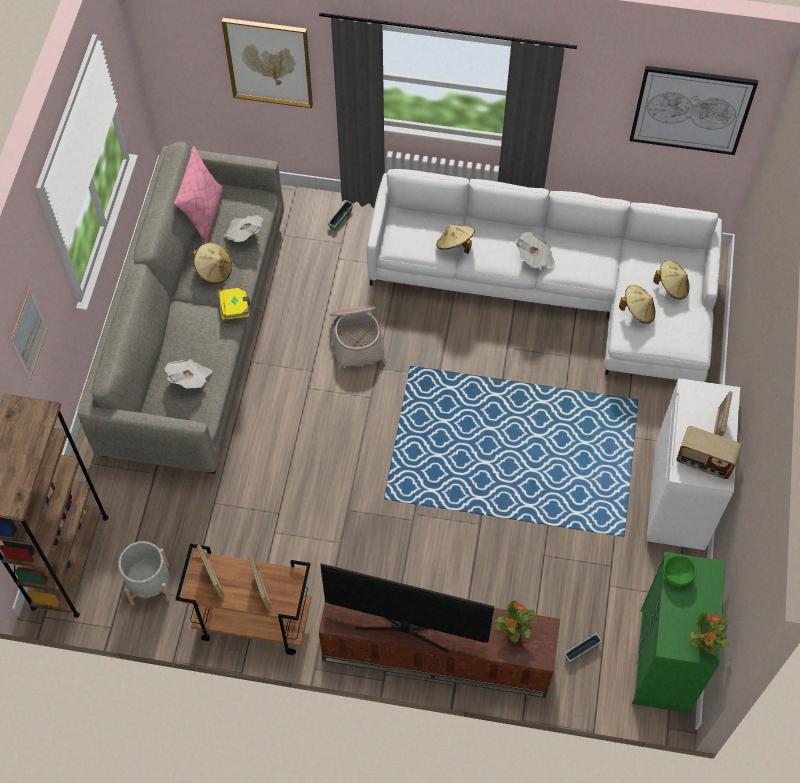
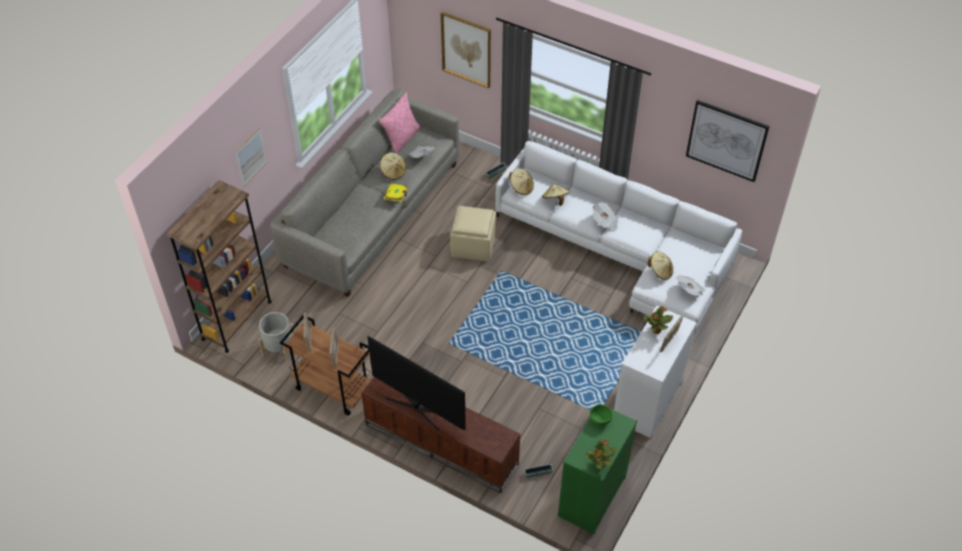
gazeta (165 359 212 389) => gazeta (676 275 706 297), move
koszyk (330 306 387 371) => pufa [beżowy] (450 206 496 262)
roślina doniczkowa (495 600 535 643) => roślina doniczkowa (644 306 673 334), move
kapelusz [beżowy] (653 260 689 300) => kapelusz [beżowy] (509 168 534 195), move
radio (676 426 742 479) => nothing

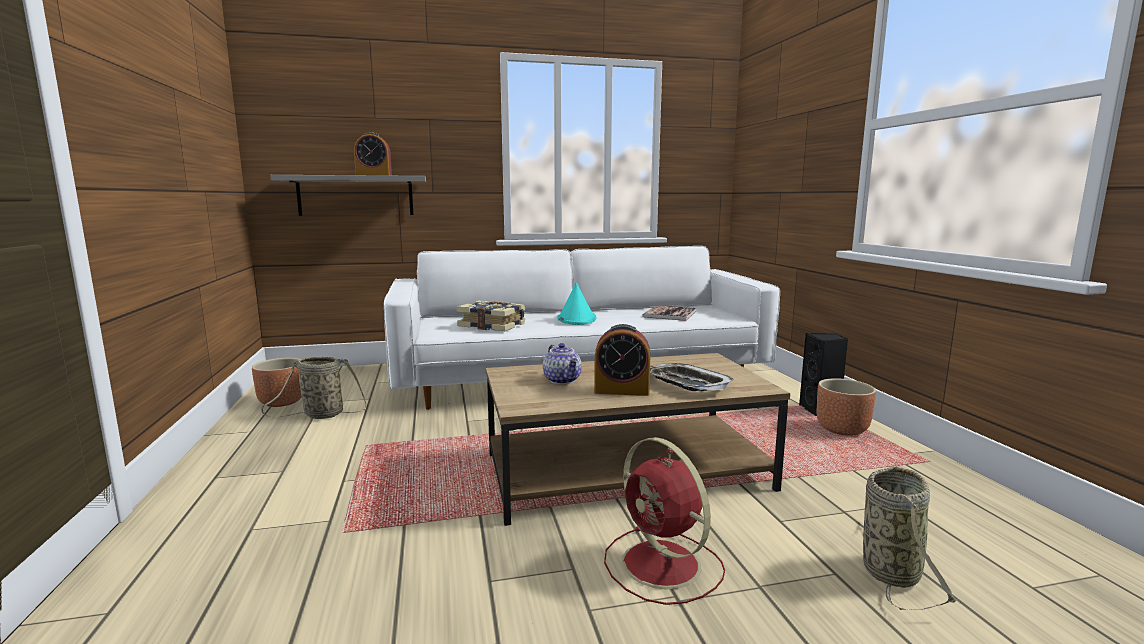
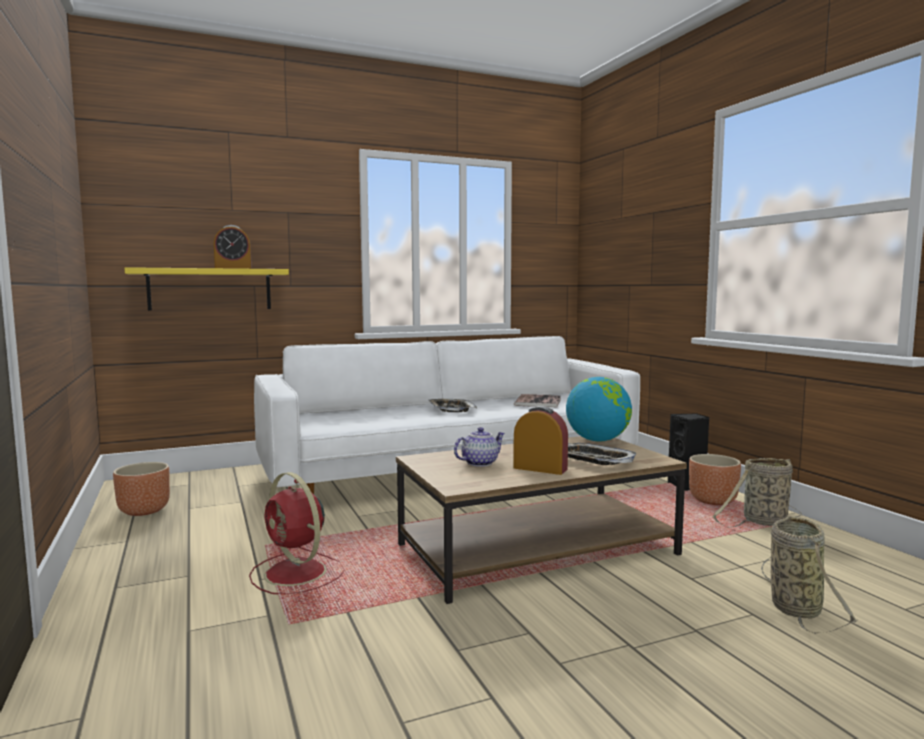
koszyk (261 357 366 419) => koszyk (712 458 802 527), move
półka [szary] (270 175 426 216) => półka [żółty] (124 267 289 311)
książka (457 301 526 331) => nothing
imbryk (543 343 582 384) => imbryk (454 427 505 467), 90 degrees counterclockwise
kapelusz [turkusowy] (557 283 597 325) => taca (428 399 477 412)
budzik (594 324 650 396) => budzik (513 406 568 475), 150 degrees counterclockwise
wentylator [czerwony] (604 437 725 605) => wentylator [czerwony] (249 472 344 594), move
nothing => globus (566 377 632 441)

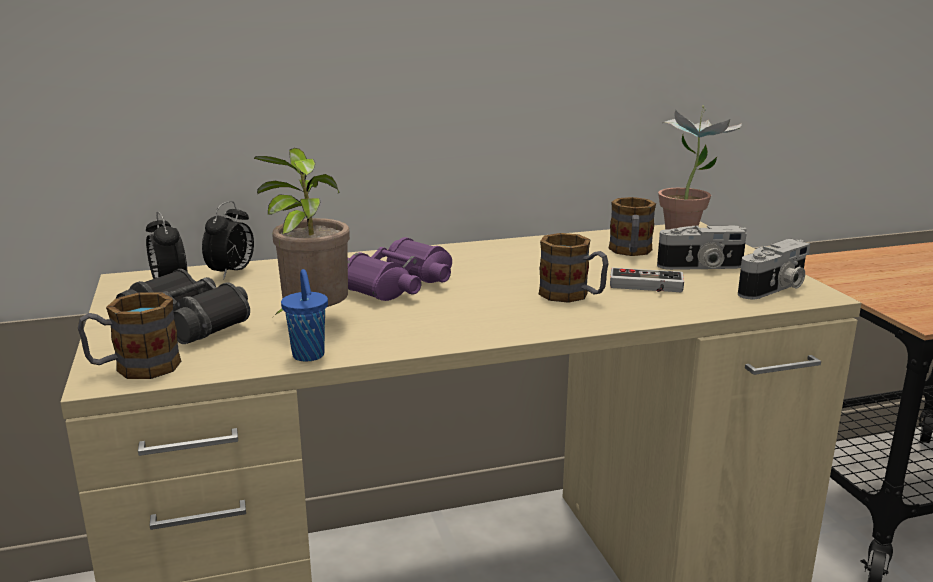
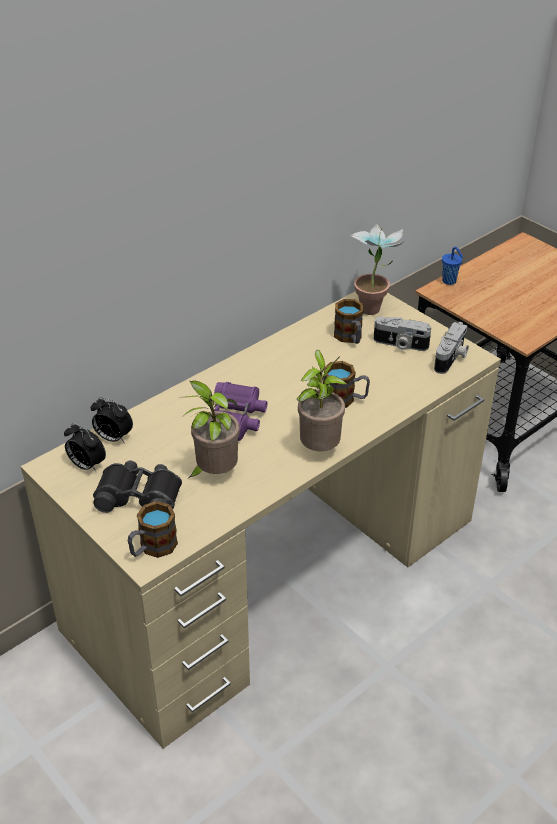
budzik (202 201 254 279) => budzik (91 397 133 443), 120 degrees clockwise
filiżanka [niebieski] (281 269 328 362) => filiżanka [niebieski] (442 247 463 285), move
pad do gier (610 268 684 292) => nothing
aparat fotograficzny (657 225 747 270) => aparat fotograficzny (374 317 431 351), 45 degrees clockwise
nothing => roślina doniczkowa (297 350 346 451)

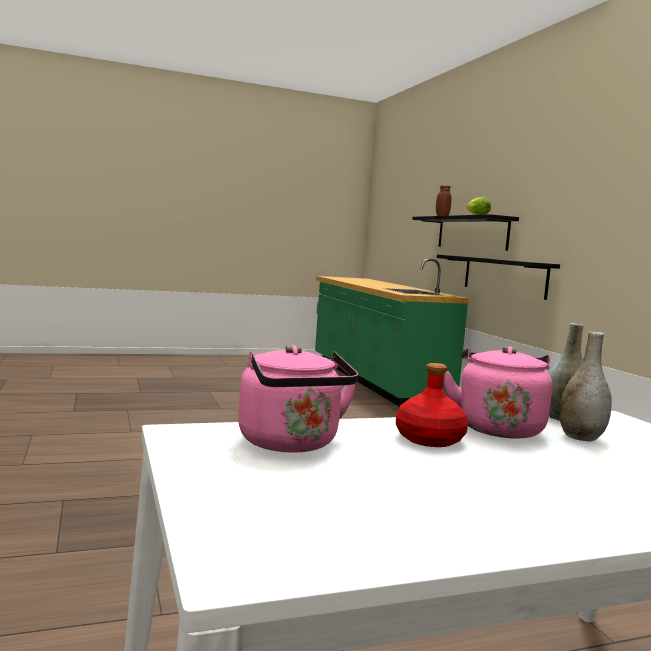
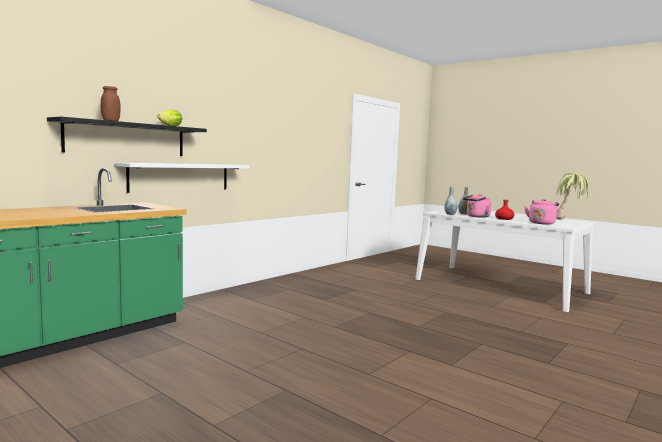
półka [czarny] (437 255 560 300) => półka [biały] (115 163 250 193)
nothing => roślina doniczkowa (554 173 589 220)

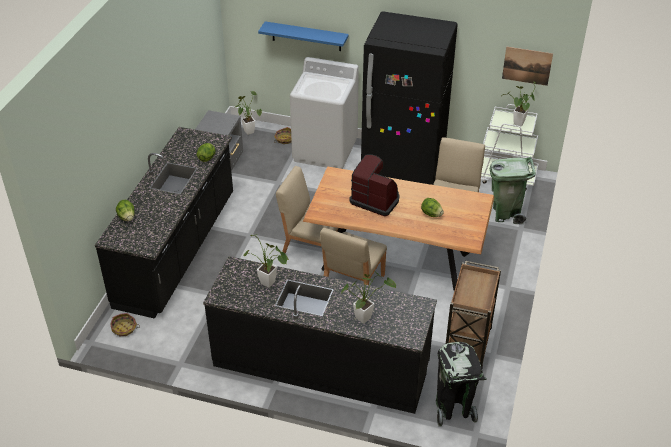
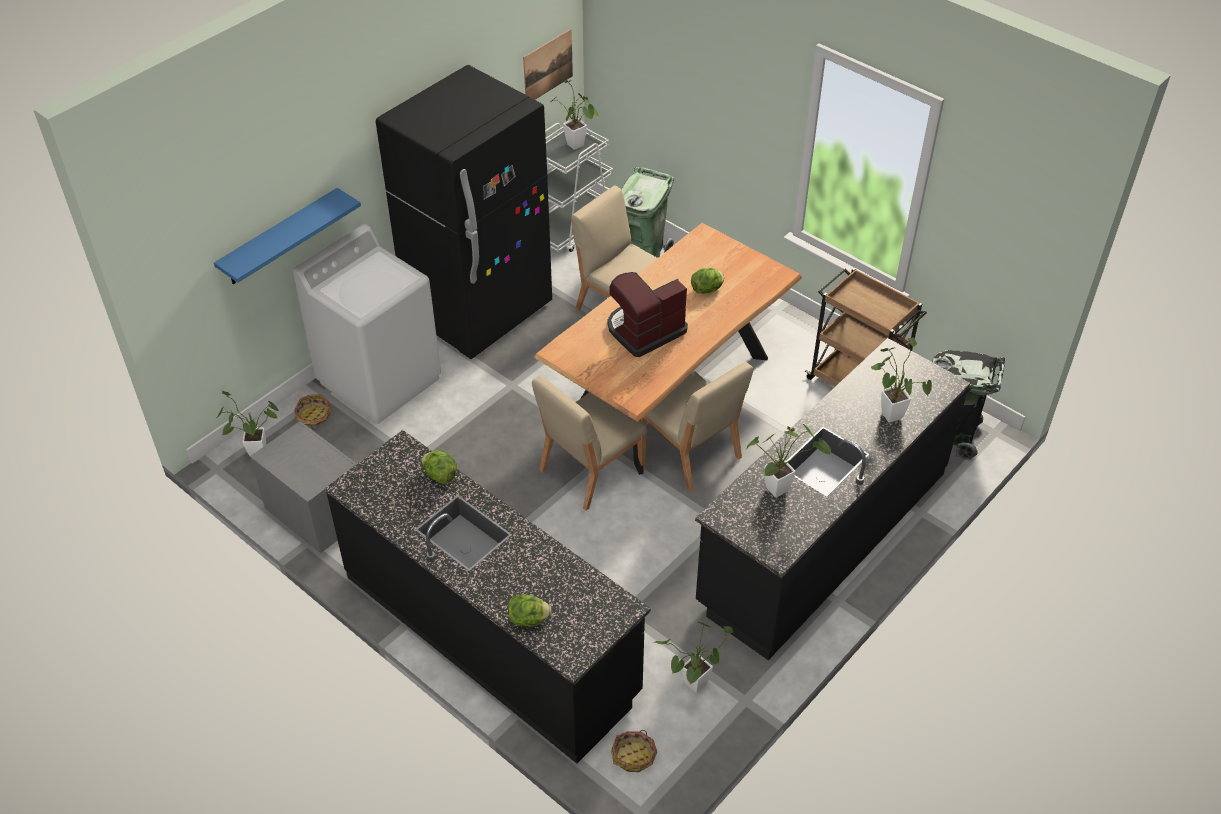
nothing => roślina doniczkowa (653 622 733 693)

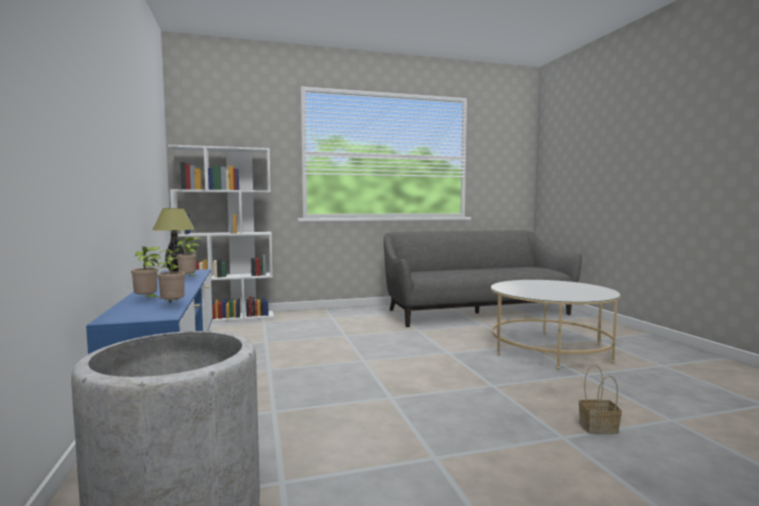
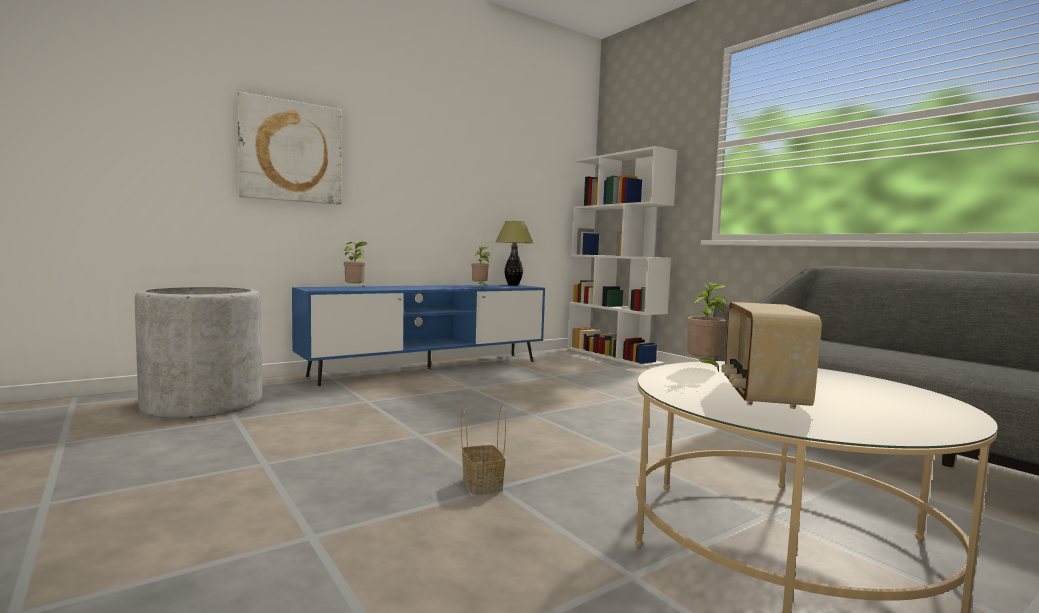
roślina doniczkowa (131 246 161 300) => roślina doniczkowa (687 283 727 372), move
koszyk (579 365 622 434) => koszyk (461 404 506 495), move
nothing => obraz (237 92 342 205)
nothing => radio (721 302 822 409)

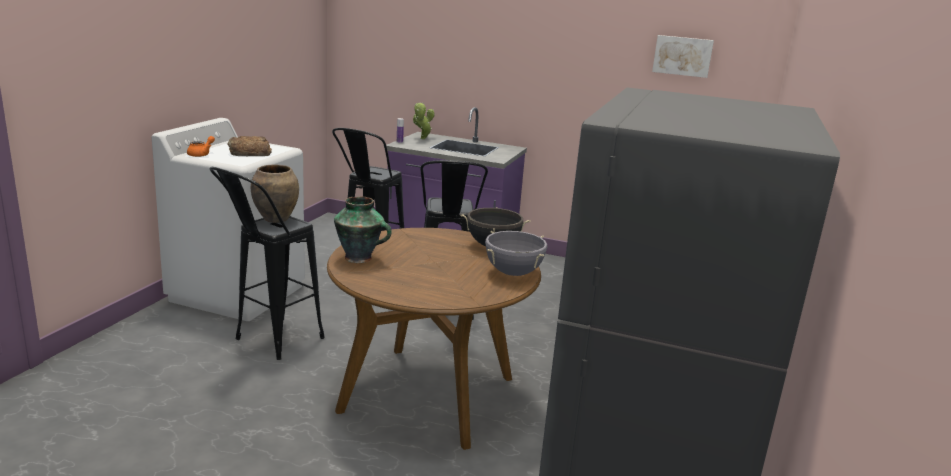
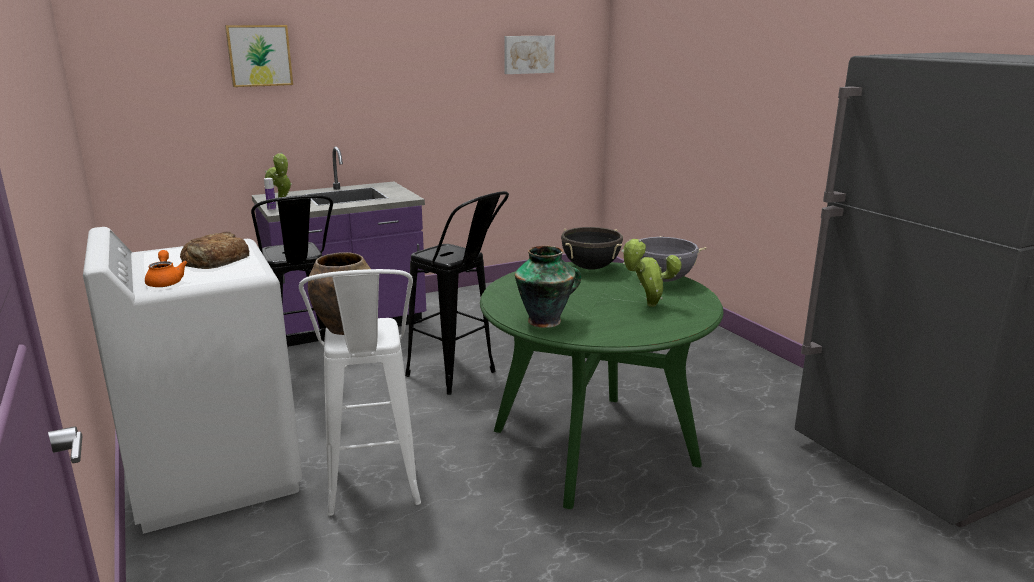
stołek [czarny] (209 167 325 360) => stołek [biały] (299 269 421 516)
stół jadalny [brązowy] (327 228 541 450) => stół jadalny [zielony] (480 262 724 509)
nothing => obraz (225 25 293 87)
nothing => roślina doniczkowa (621 239 681 307)

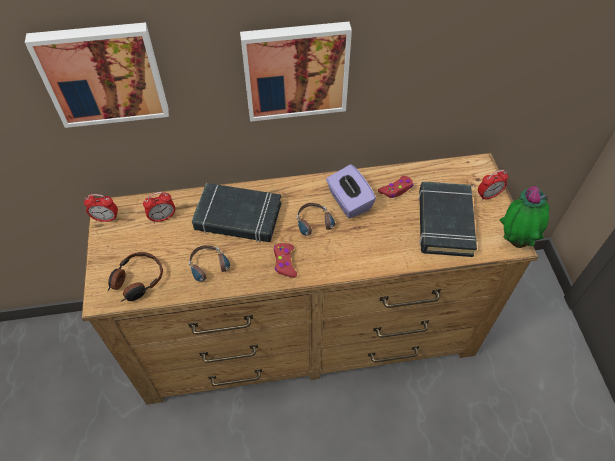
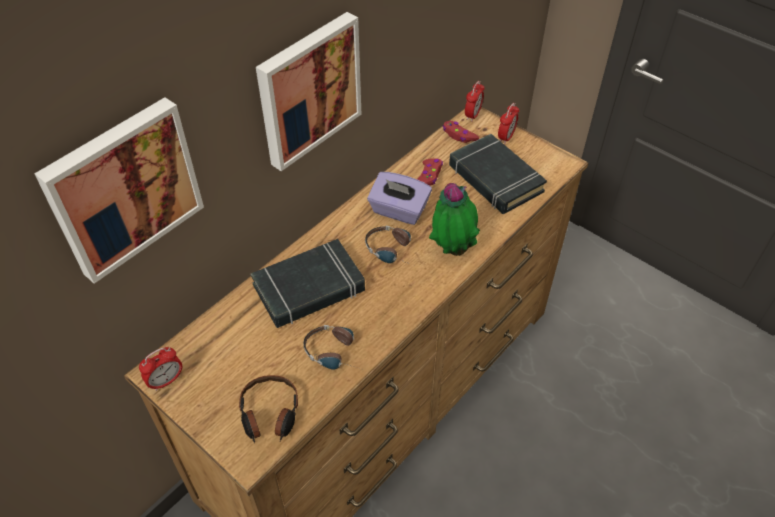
budzik (143 192 175 223) => budzik (465 81 485 122), move
pad do gier [czerwony] (274 243 297 278) => pad do gier [czerwony] (443 121 479 143), move
roślina doniczkowa (500 186 549 248) => roślina doniczkowa (429 183 480 256), move

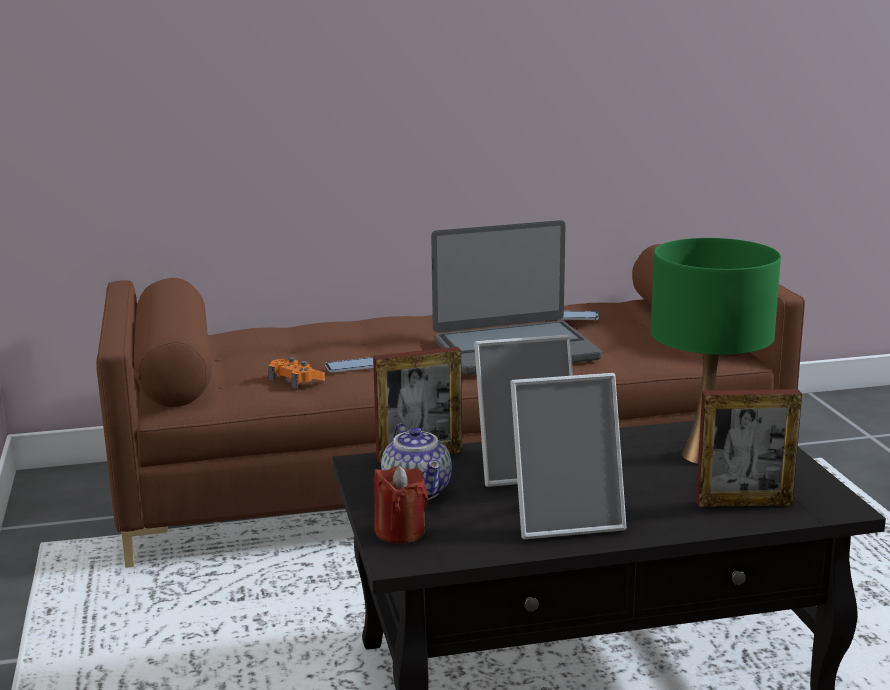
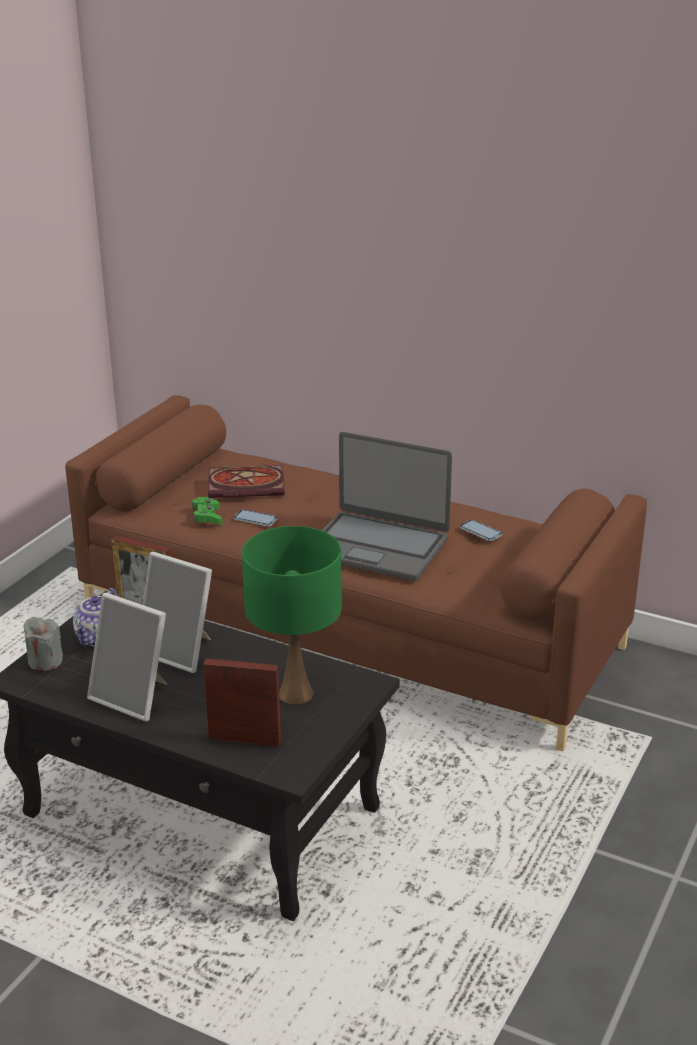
pad do gier [pomarańczowy] (268 357 325 388) => pad do gier [zielony] (192 497 222 525)
świeca [czerwony] (374 466 428 544) => świeca [szary] (23 617 63 671)
ramka na zdjęcie (696 389 802 507) => ramka na zdjęcie (203 658 281 747), 150 degrees clockwise
nothing => książka (208 465 285 498)

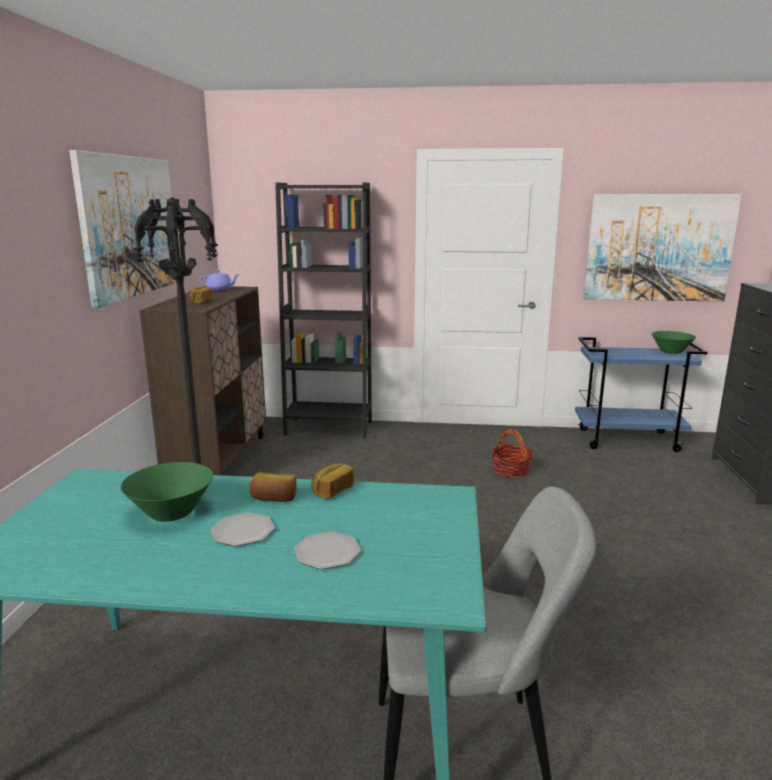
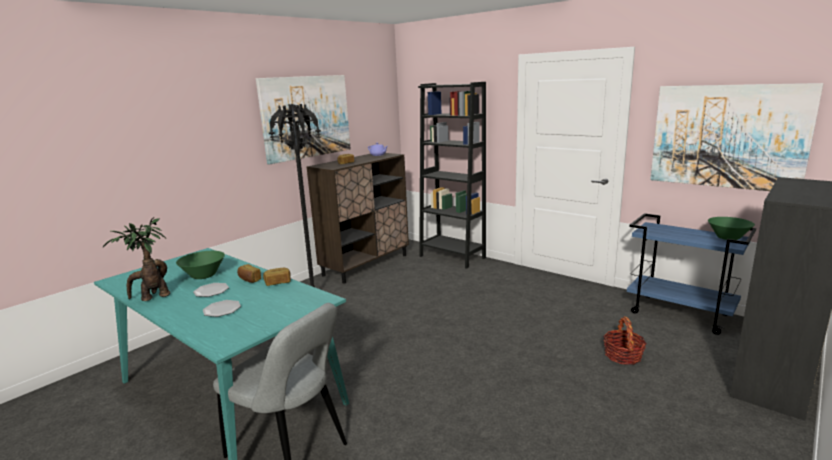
koszyk (492 429 533 478) => koszyk (603 316 647 365), move
nothing => roślina doniczkowa (103 217 170 301)

